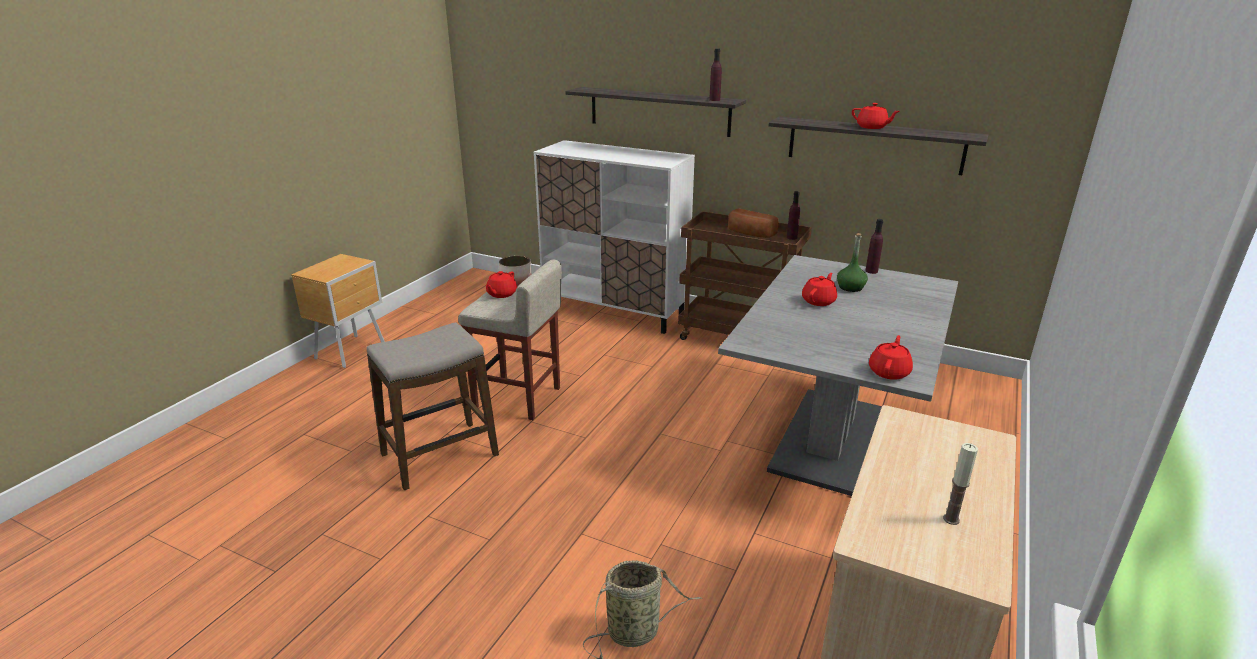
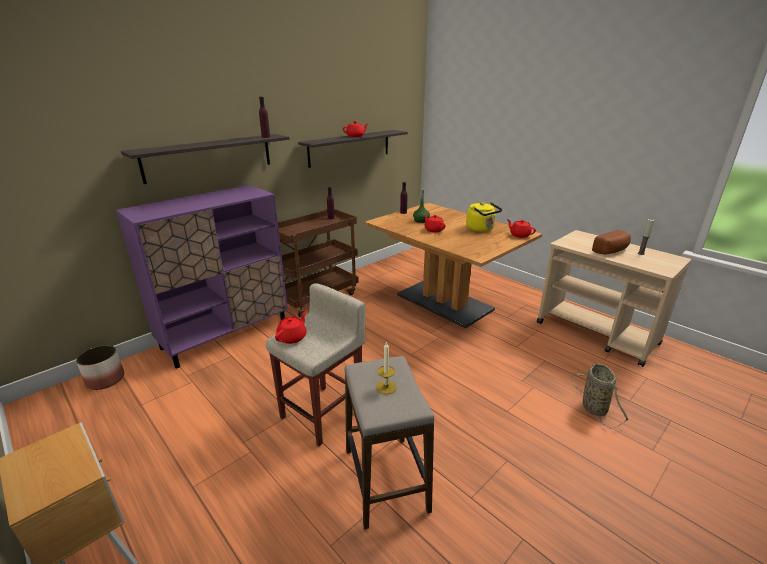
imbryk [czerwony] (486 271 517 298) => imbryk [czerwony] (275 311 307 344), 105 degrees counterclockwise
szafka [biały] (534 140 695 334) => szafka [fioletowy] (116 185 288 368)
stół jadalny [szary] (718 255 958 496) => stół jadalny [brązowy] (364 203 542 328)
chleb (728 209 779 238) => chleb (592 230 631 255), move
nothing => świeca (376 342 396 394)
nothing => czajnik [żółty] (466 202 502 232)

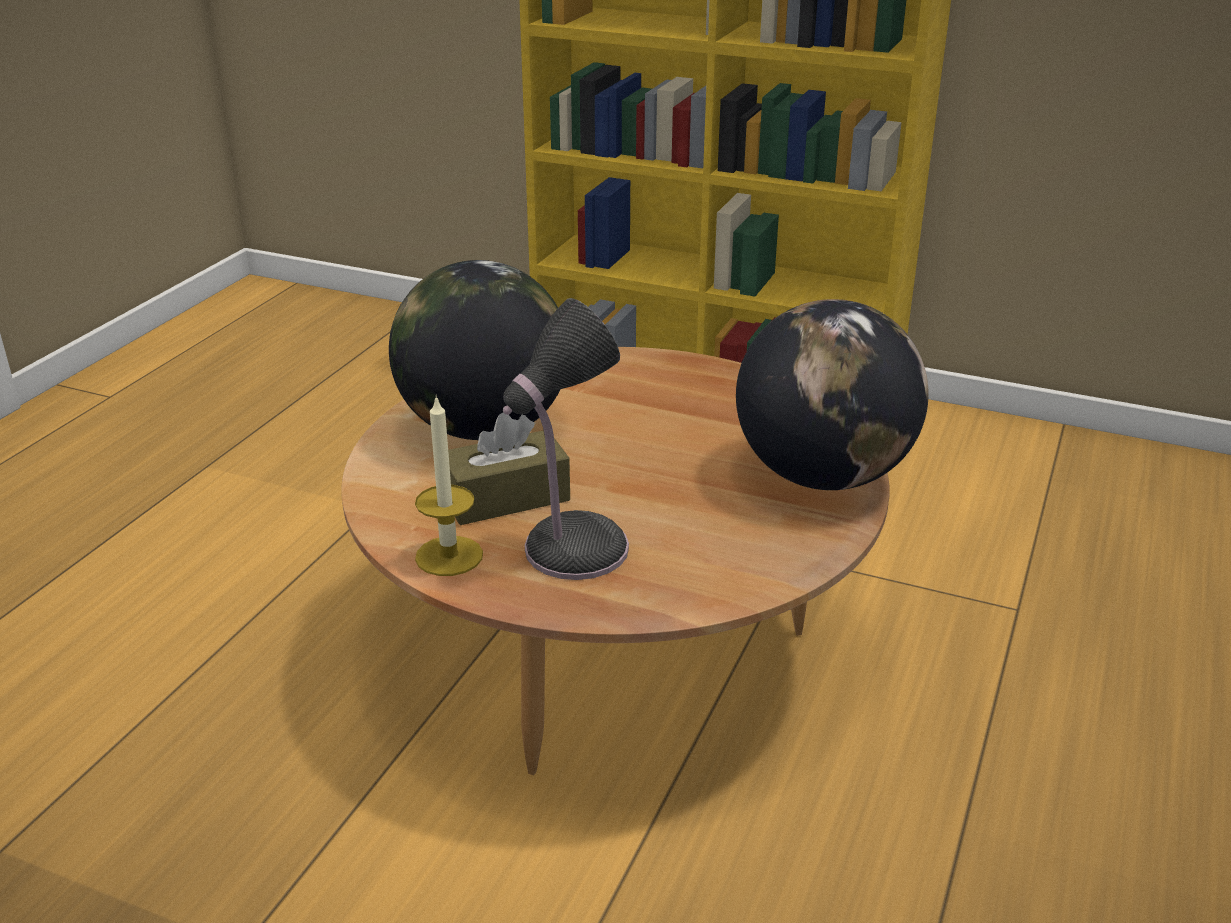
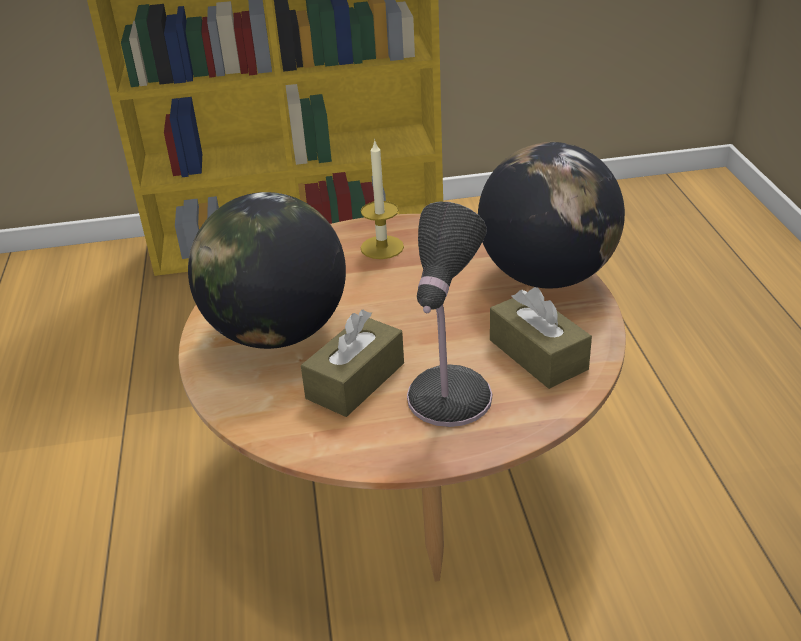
świeca (415 395 483 576) => świeca (361 139 404 259), move
nothing => pudełko chusteczek [brązowy] (490 287 592 389)

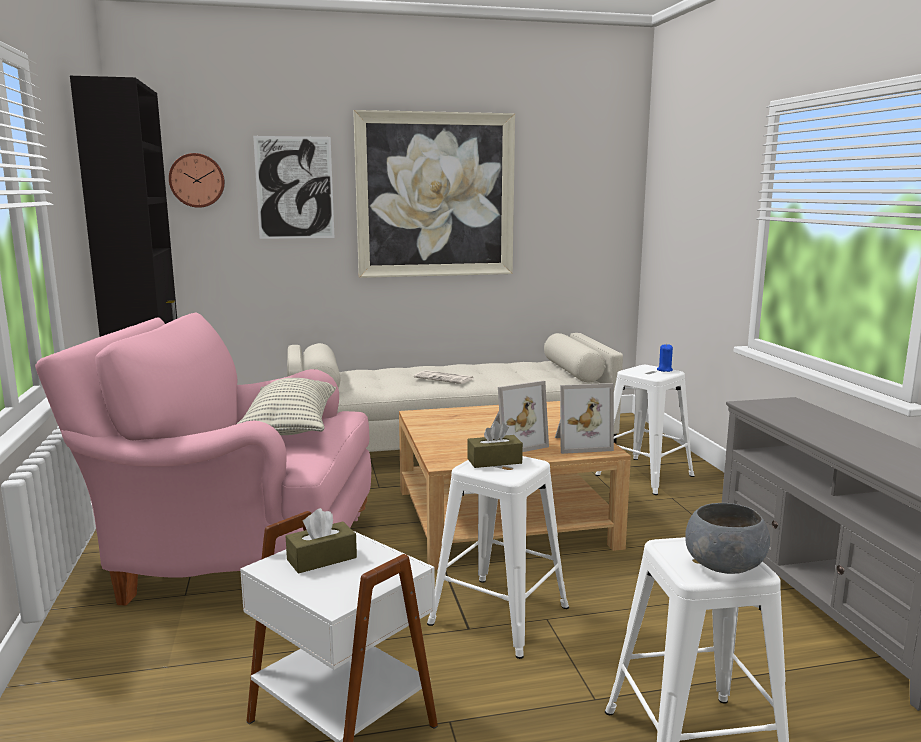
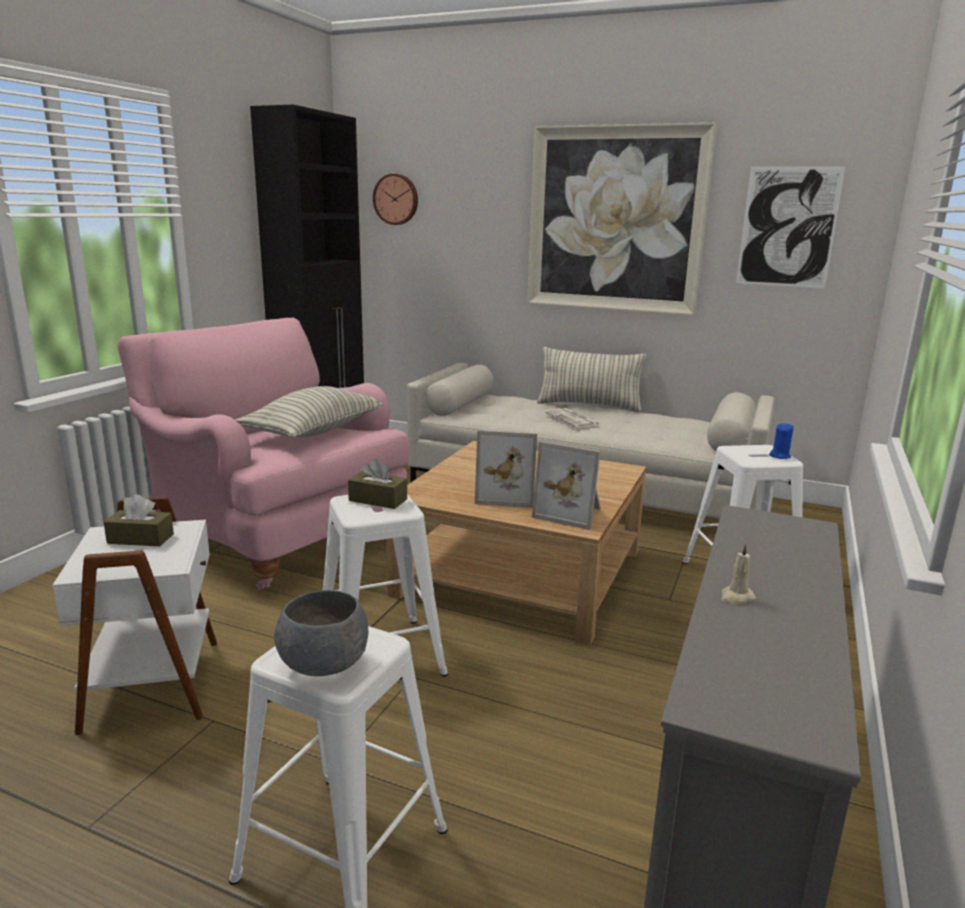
obraz (253 136 334 239) => obraz (736 166 845 288), move
nothing => poduszka (537 347 647 412)
nothing => świeca [beżowy] (721 543 756 604)

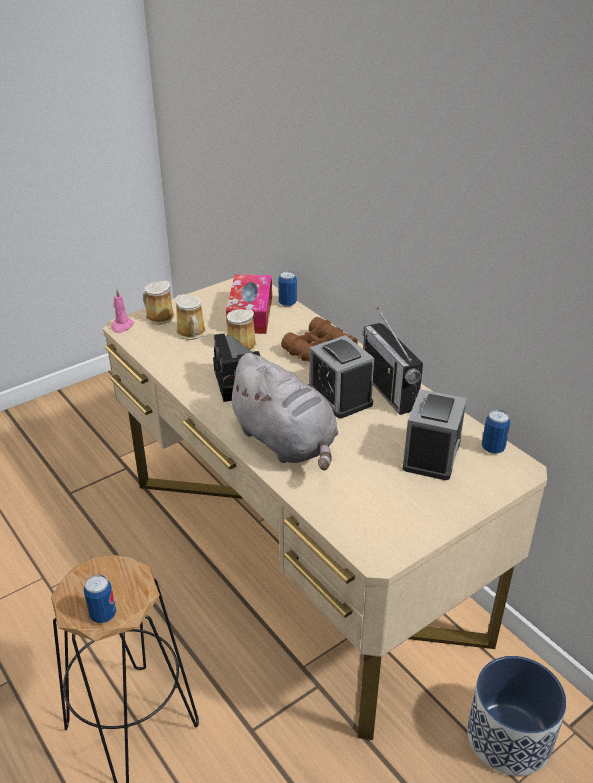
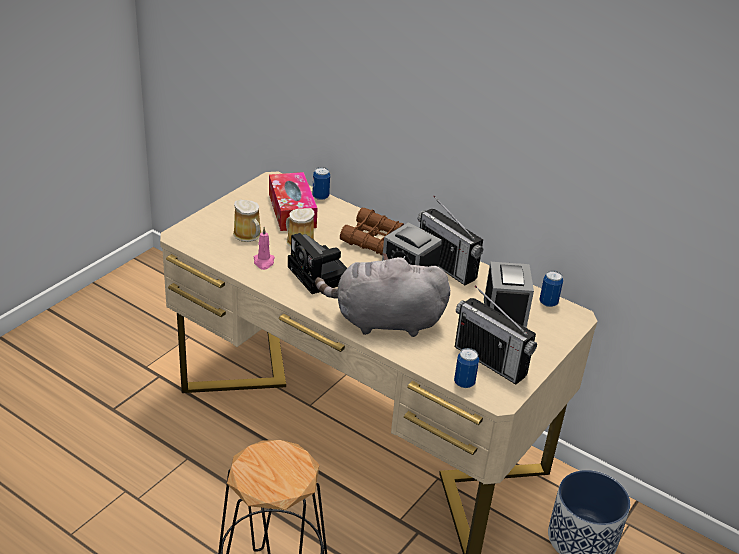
puszka (84 575 116 623) => puszka (454 348 479 388), move
świeca [różowy] (111 289 134 333) => świeca [różowy] (254 227 275 270), move
kubek (143 280 175 325) => nothing
pluszak [szary] (224 353 338 471) => pluszak [szary] (315 253 450 337), 150 degrees clockwise
nothing => radio (455 285 537 384)

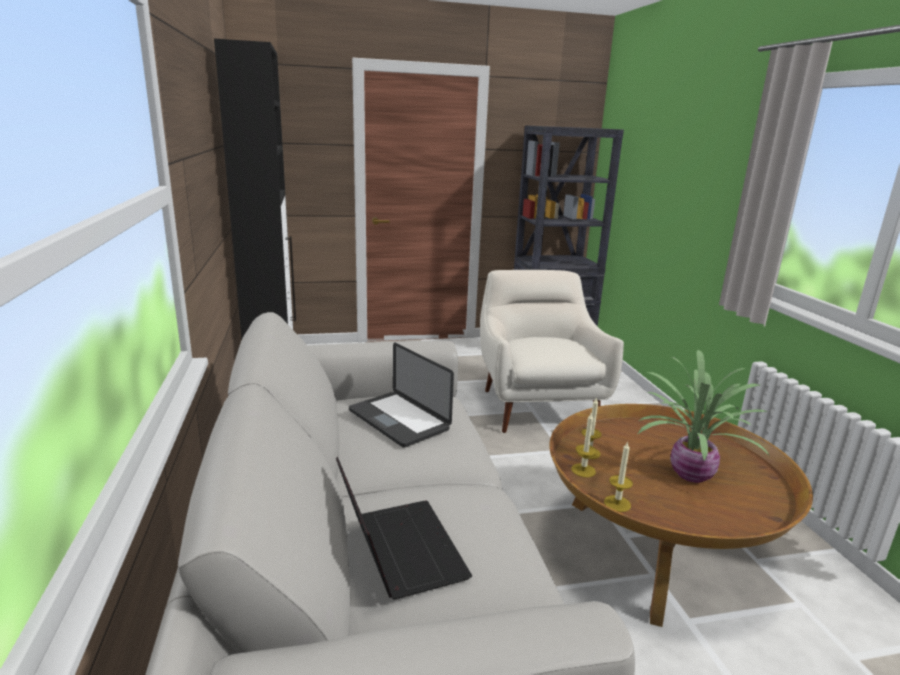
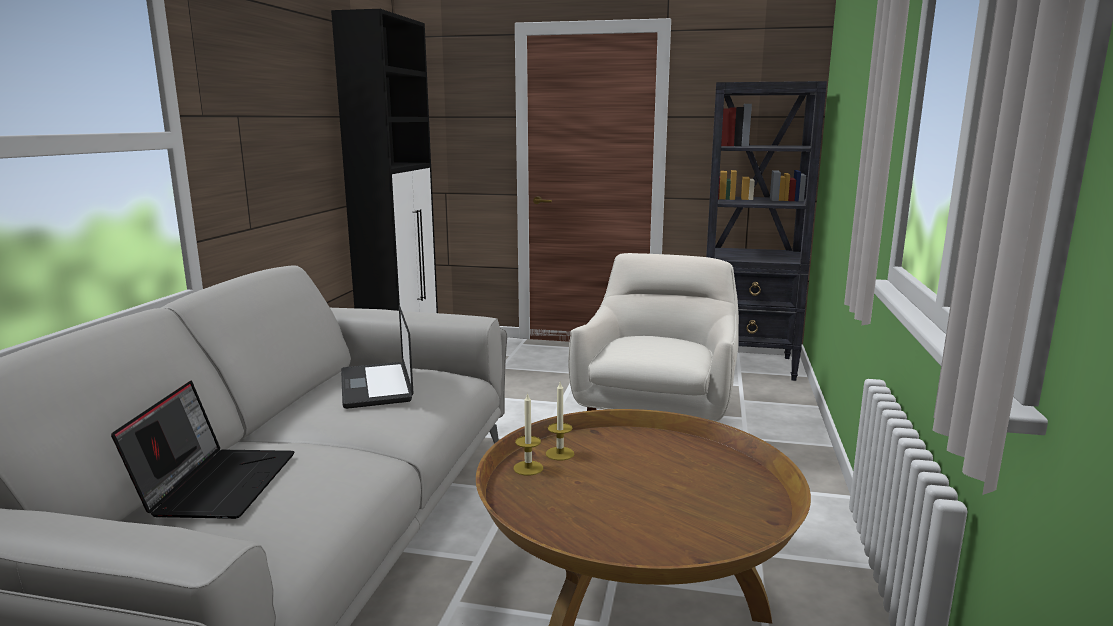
świeca (604 441 633 512) => nothing
roślina doniczkowa (638 350 769 483) => nothing

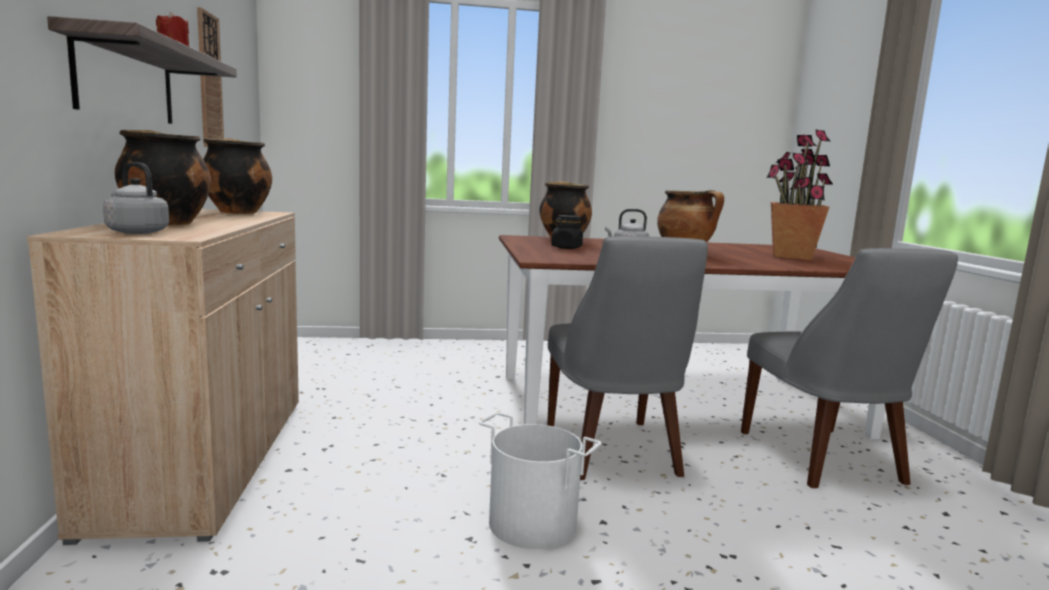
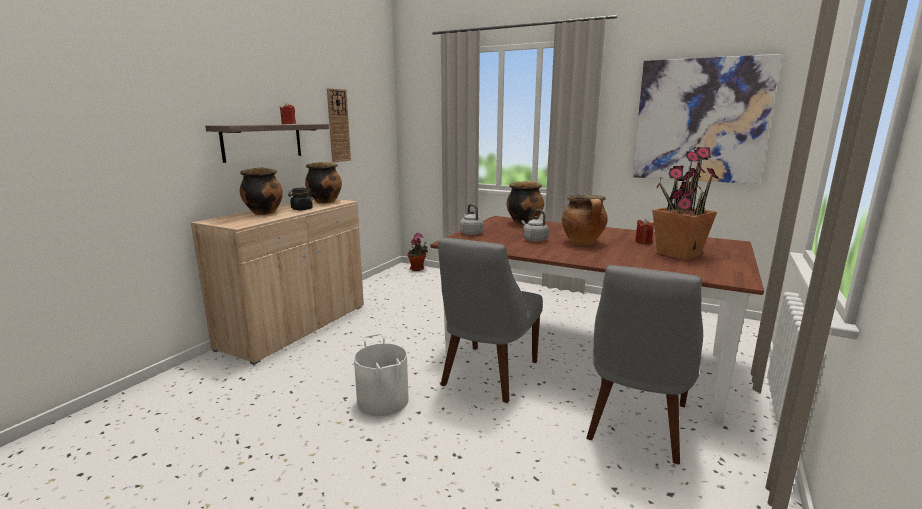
czajnik [szary] (103 162 169 234) => czajnik [szary] (460 204 484 235), move
słoik [czarny] (551 215 583 249) => słoik [czarny] (288 188 313 210), move
nothing => roślina doniczkowa (407 233 428 271)
nothing => obraz (632 54 782 184)
nothing => świeca [czerwony] (635 219 654 244)

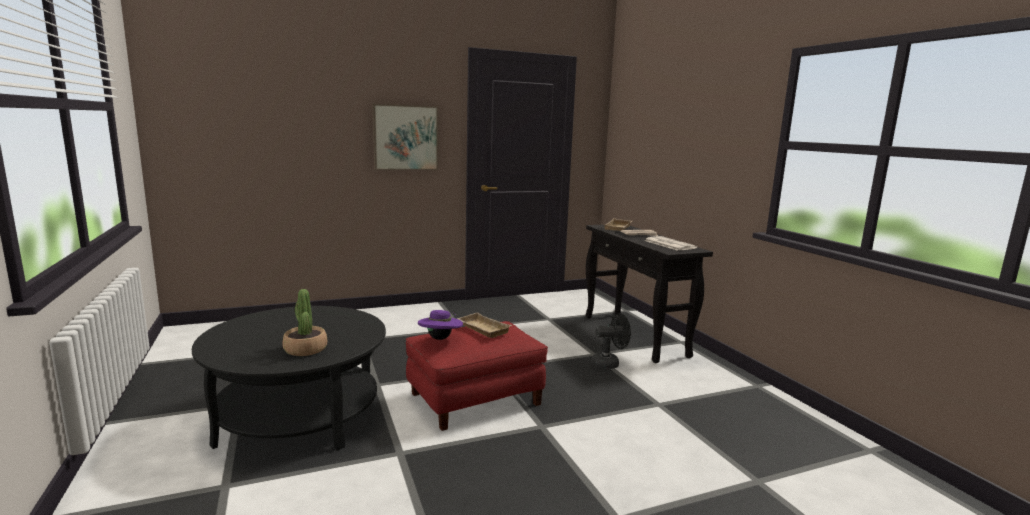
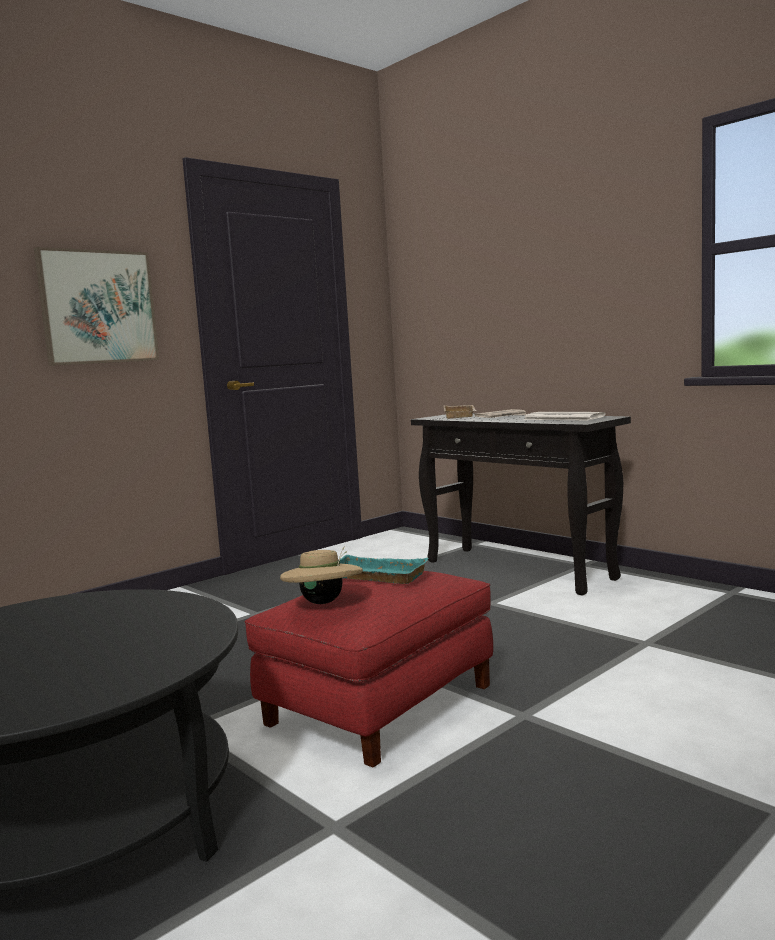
roślina doniczkowa (282 289 327 356) => nothing
kapelusz [fioletowy] (418 310 463 340) => kapelusz [beżowy] (280 546 363 604)
taca [beżowy] (457 312 512 338) => taca [turkusowy] (340 555 429 584)
wentylator [czarny] (592 313 631 369) => nothing

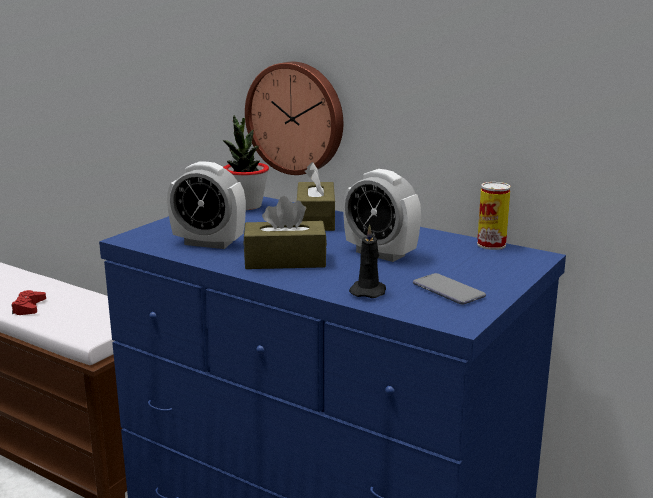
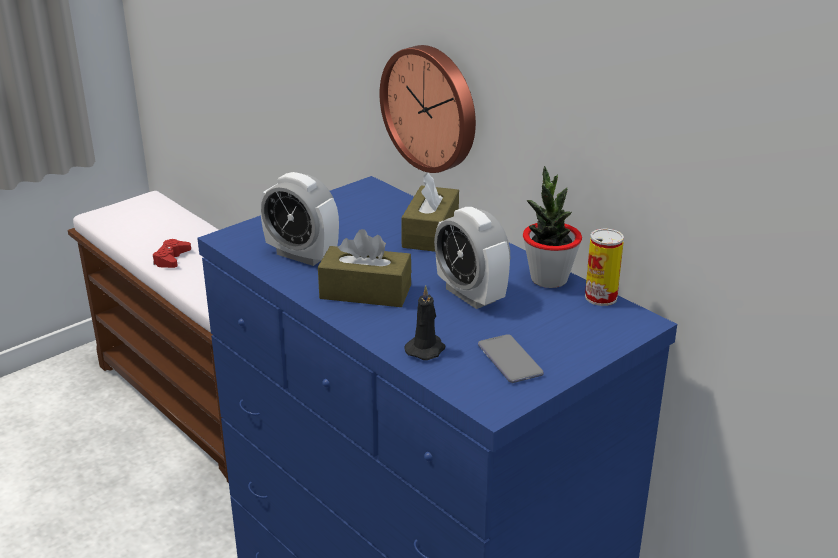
roślina doniczkowa (223 115 269 210) => roślina doniczkowa (523 166 582 288), move

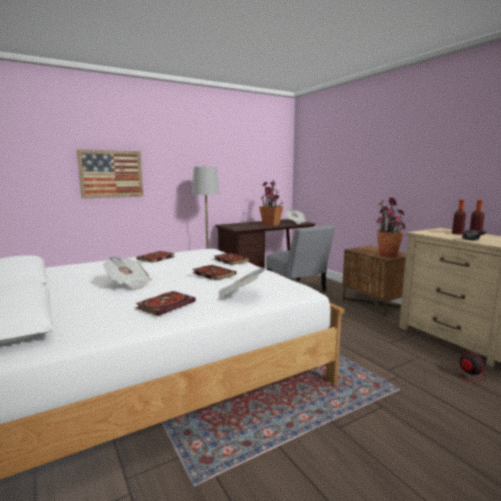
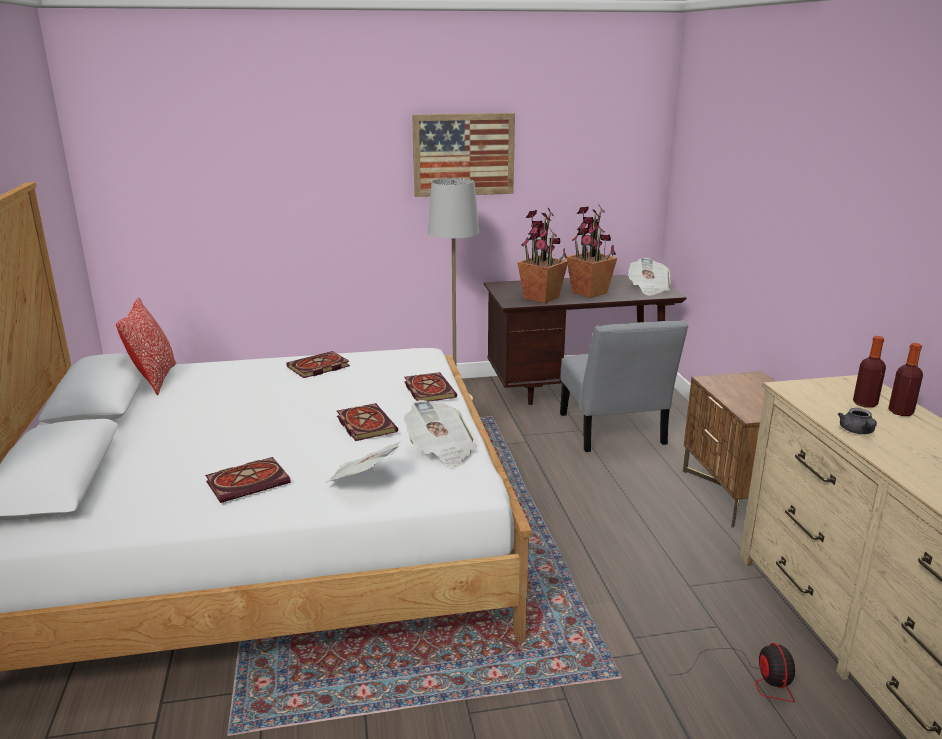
obraz (77 149 143 199) => obraz (412 113 515 197), move
gazeta (103 257 152 290) => gazeta (404 400 477 467), move
roślina doniczkowa (376 198 405 258) => roślina doniczkowa (517 208 568 303), move
nothing => poduszka (116 298 176 395)

